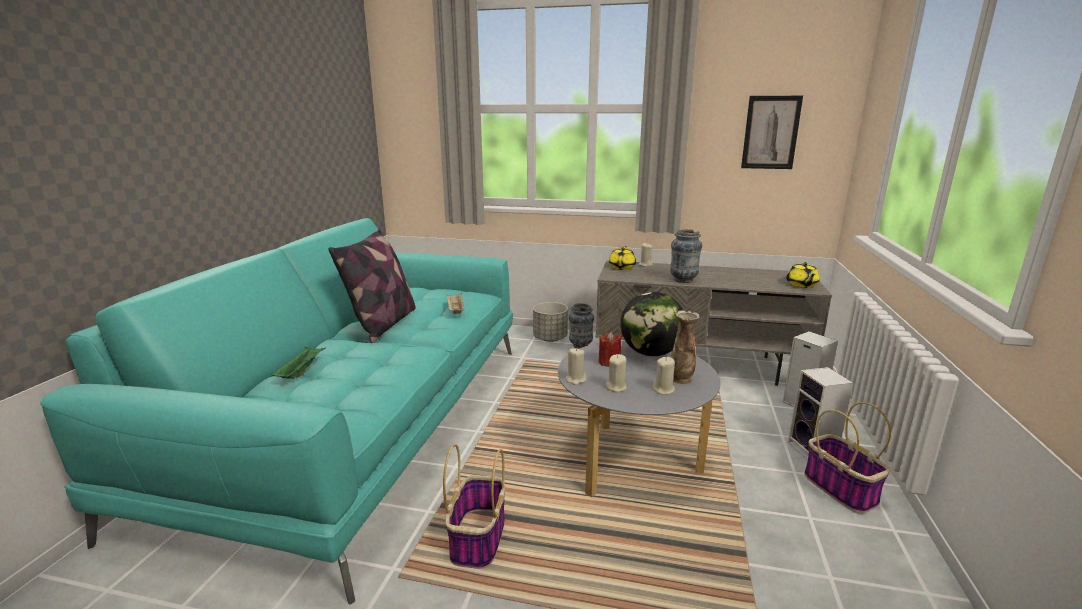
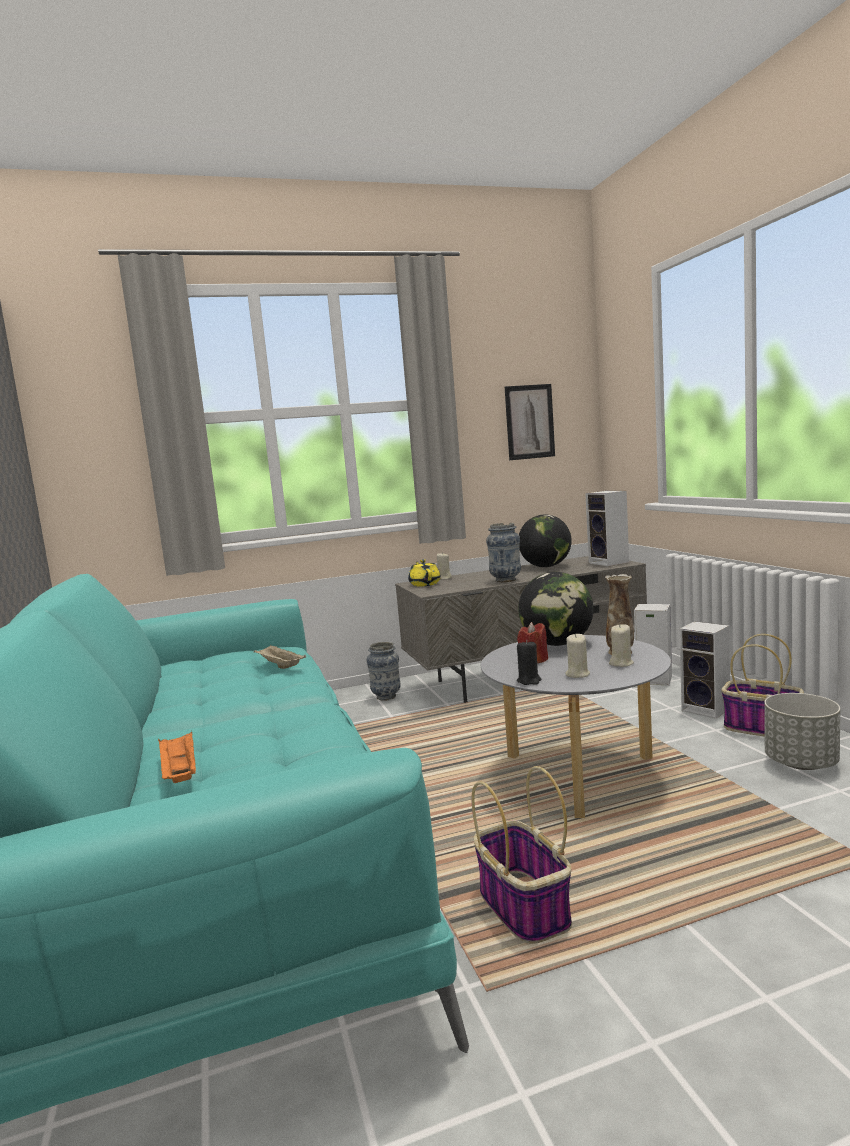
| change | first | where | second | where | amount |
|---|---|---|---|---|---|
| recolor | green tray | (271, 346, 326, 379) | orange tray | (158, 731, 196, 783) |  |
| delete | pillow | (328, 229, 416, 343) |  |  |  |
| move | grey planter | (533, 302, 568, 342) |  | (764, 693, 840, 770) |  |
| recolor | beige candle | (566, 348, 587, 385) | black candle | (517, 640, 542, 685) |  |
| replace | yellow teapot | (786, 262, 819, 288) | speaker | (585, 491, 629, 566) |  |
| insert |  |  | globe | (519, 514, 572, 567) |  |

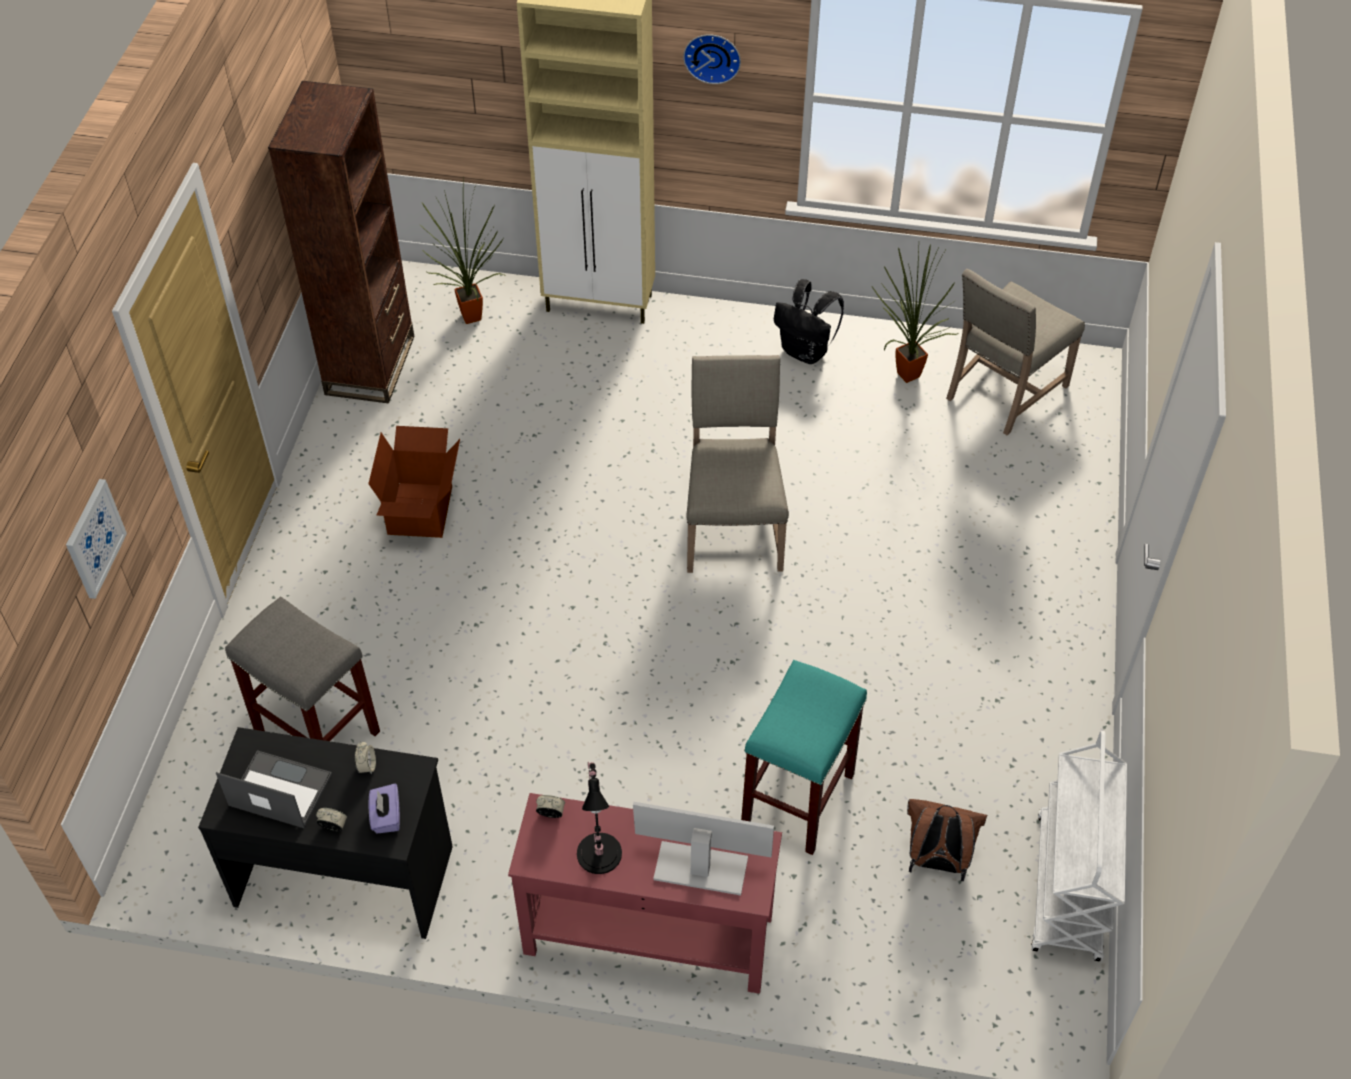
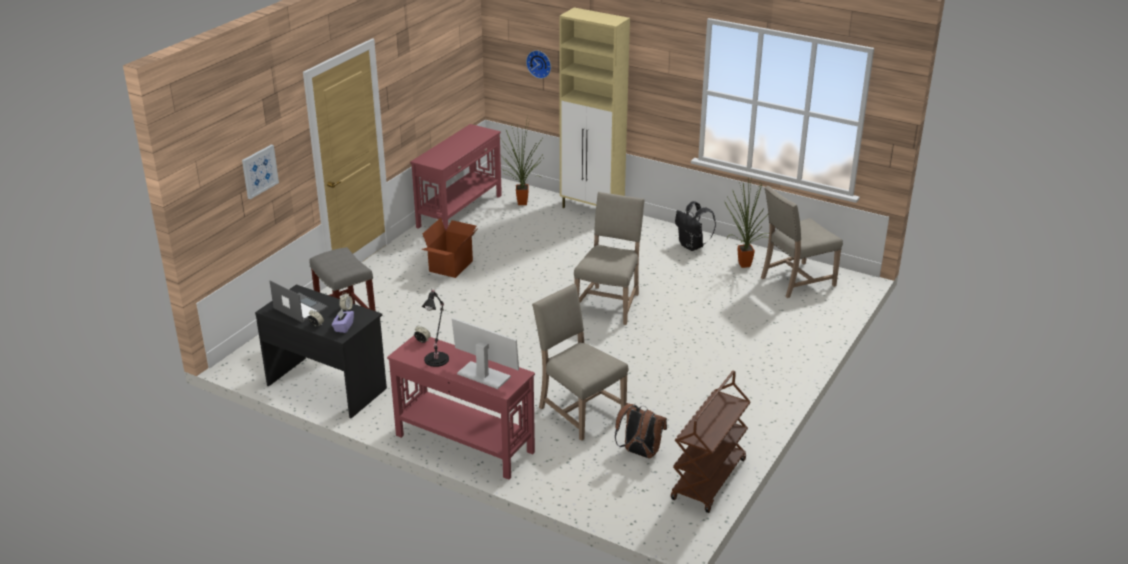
| change | first | where | second | where | amount |
|---|---|---|---|---|---|
| replace | brown bookcase | (268, 81, 414, 404) | red console table | (410, 124, 502, 230) |  |
| move | wall clock | (683, 34, 741, 84) |  | (526, 50, 551, 79) |  |
| replace | turquoise stool | (741, 660, 867, 855) | beige chair | (532, 284, 629, 441) |  |
| recolor | white cart | (1031, 731, 1127, 961) | brown cart | (671, 371, 751, 513) |  |

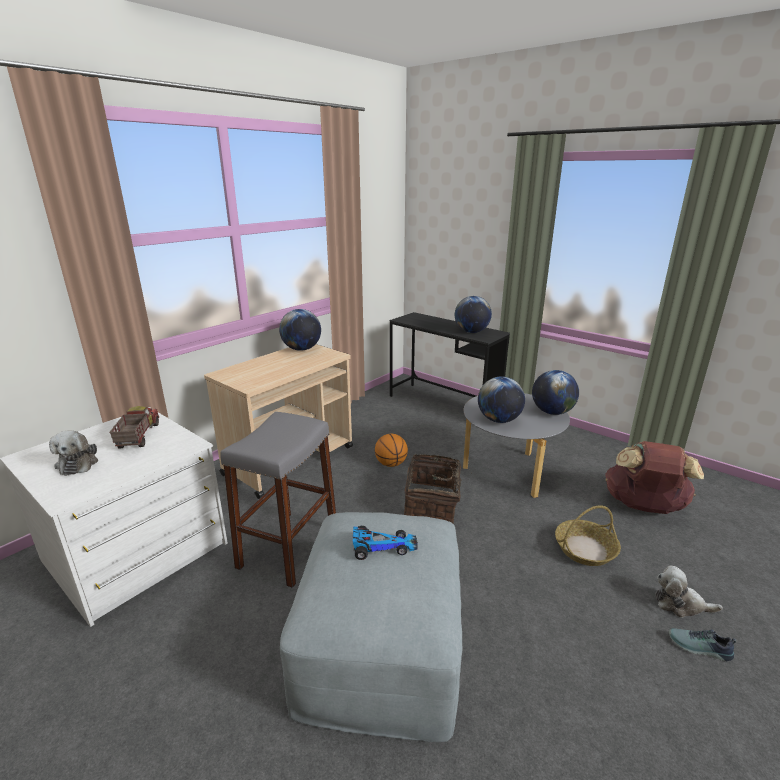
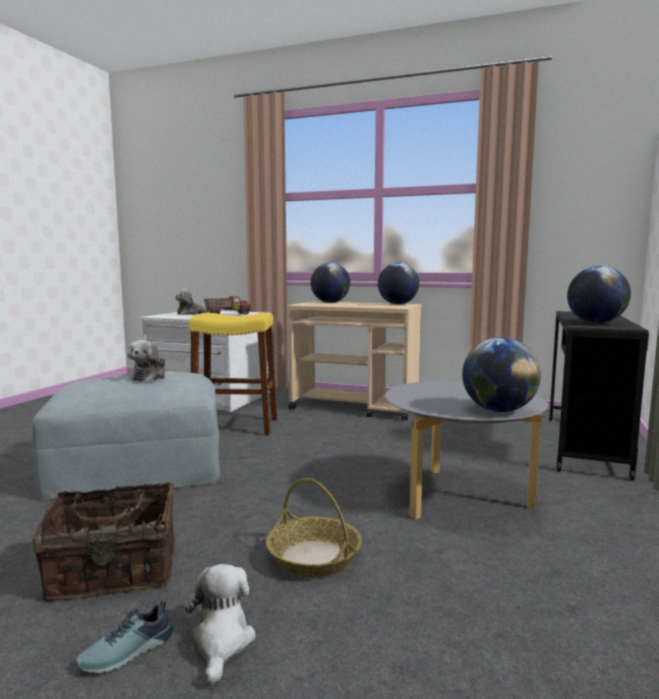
| change | first | where | second | where | amount |
|---|---|---|---|---|---|
| recolor | grey stool | (220, 412, 336, 588) | yellow stool | (189, 313, 277, 436) |  |
| replace | toy car | (352, 526, 418, 560) | plush toy | (128, 340, 165, 381) |  |
| delete | basketball | (375, 434, 408, 467) |  |  |  |
| move | basket | (404, 454, 473, 524) |  | (32, 482, 175, 602) |  |
| move | globe | (478, 376, 525, 423) |  | (311, 263, 350, 303) |  |
| delete | brown backpack | (605, 441, 704, 514) |  |  |  |
| rotate | shoe | (669, 628, 736, 661) |  | (76, 599, 173, 673) | 135 degrees counterclockwise |

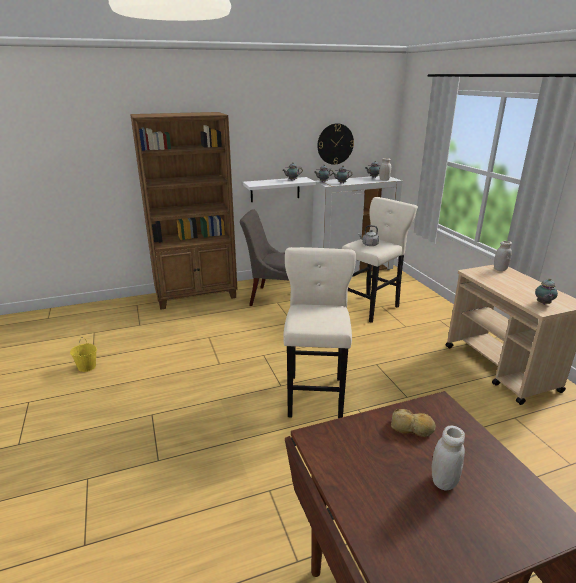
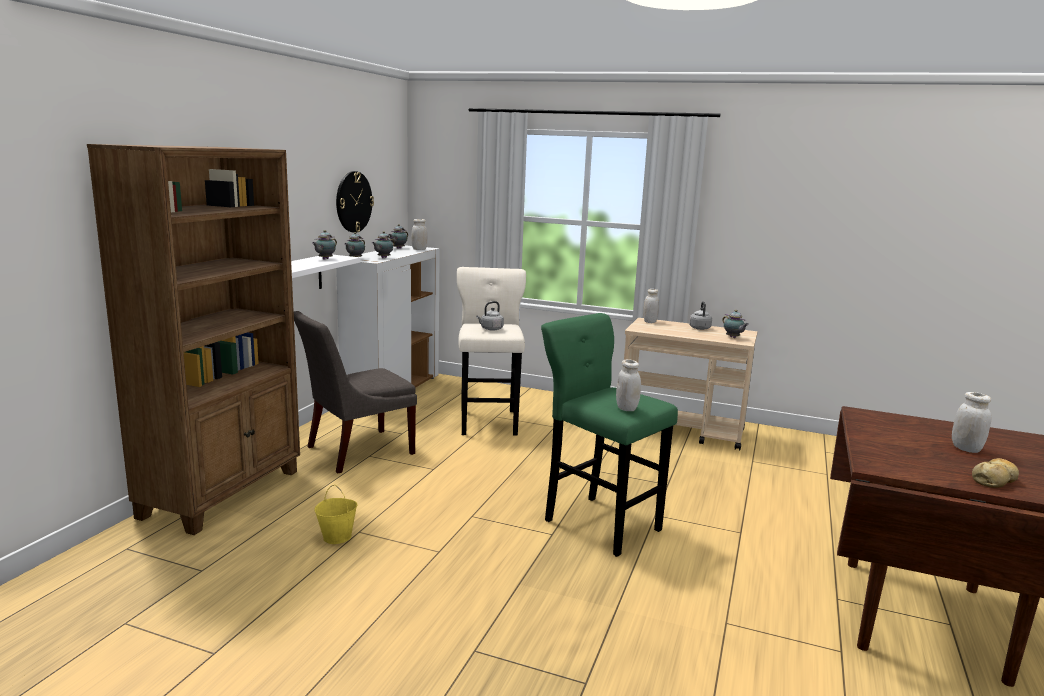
| change | first | where | second | where | amount |
|---|---|---|---|---|---|
| move | yellow bucket | (70, 337, 97, 372) |  | (315, 485, 358, 544) |  |
| recolor | beige stool | (283, 247, 356, 418) | green stool | (541, 313, 678, 557) |  |
| move | bread | (391, 409, 436, 437) |  | (972, 458, 1019, 488) |  |
| insert |  |  | white jar | (616, 359, 641, 411) |  |
| insert |  |  | grey kettle | (689, 301, 712, 330) |  |

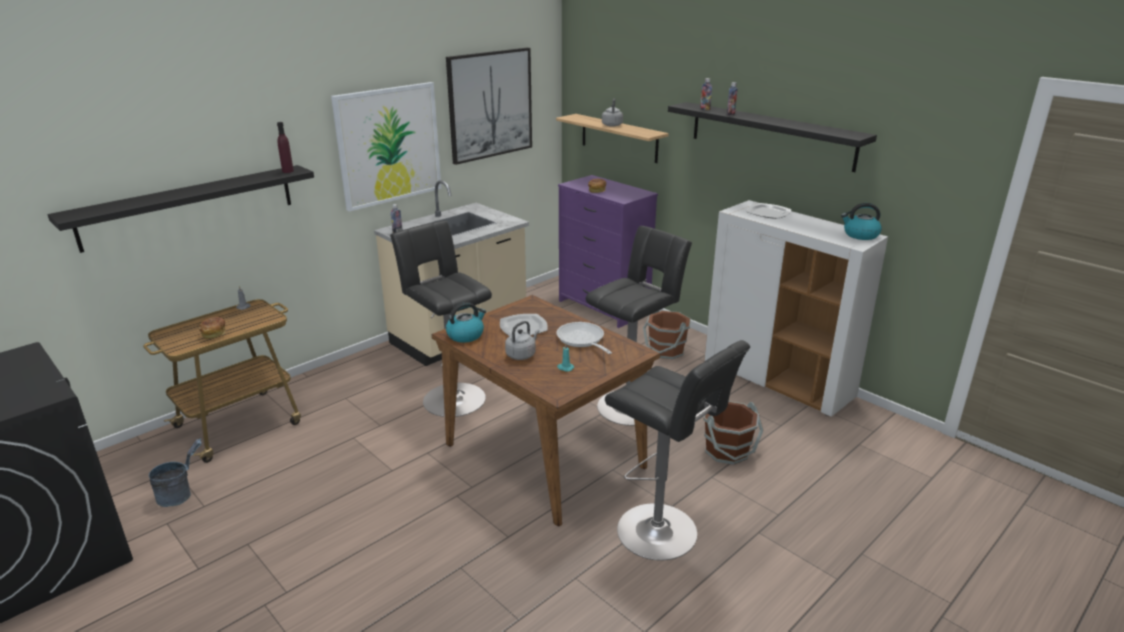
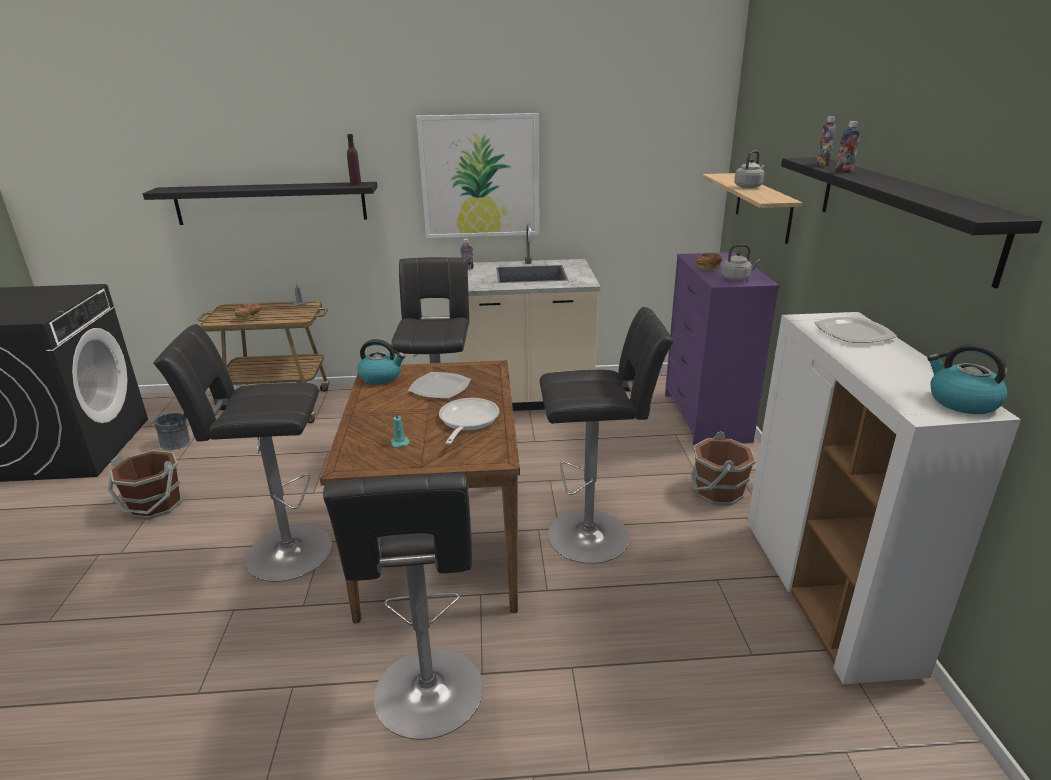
| change | first | where | second | where | amount |
|---|---|---|---|---|---|
| delete | picture | (446, 48, 532, 165) |  |  |  |
| move | grey kettle | (505, 321, 539, 360) |  | (721, 244, 760, 281) |  |
| move | brown bucket | (703, 401, 764, 465) |  | (108, 450, 182, 520) |  |
| insert |  |  | black stool | (153, 324, 332, 582) |  |

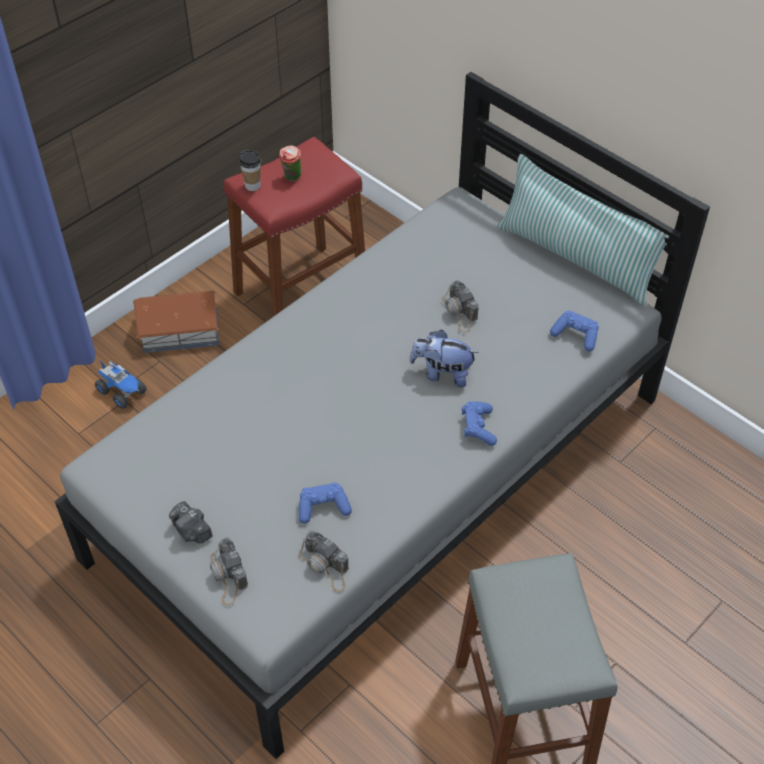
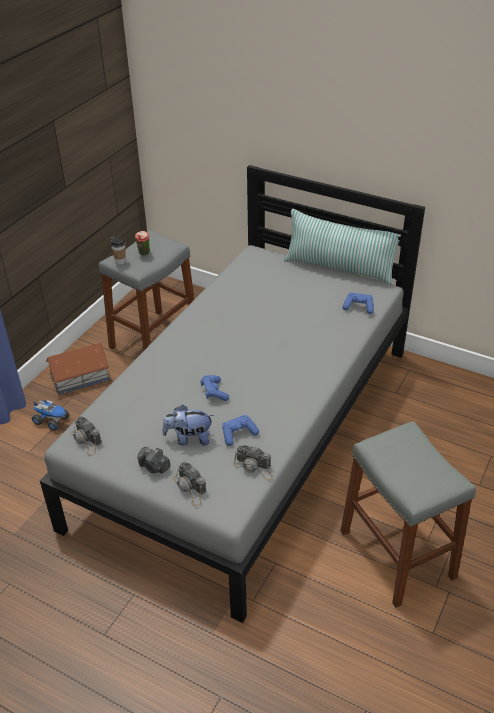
| change | first | where | second | where | amount |
|---|---|---|---|---|---|
| recolor | red stool | (224, 137, 365, 317) | grey stool | (99, 230, 194, 350) |  |
| move | plush toy | (409, 330, 479, 388) |  | (162, 405, 214, 445) |  |
| move | photo camera | (442, 280, 479, 333) |  | (71, 416, 102, 456) |  |
| move | blue game controller | (462, 401, 497, 446) |  | (200, 375, 229, 401) |  |

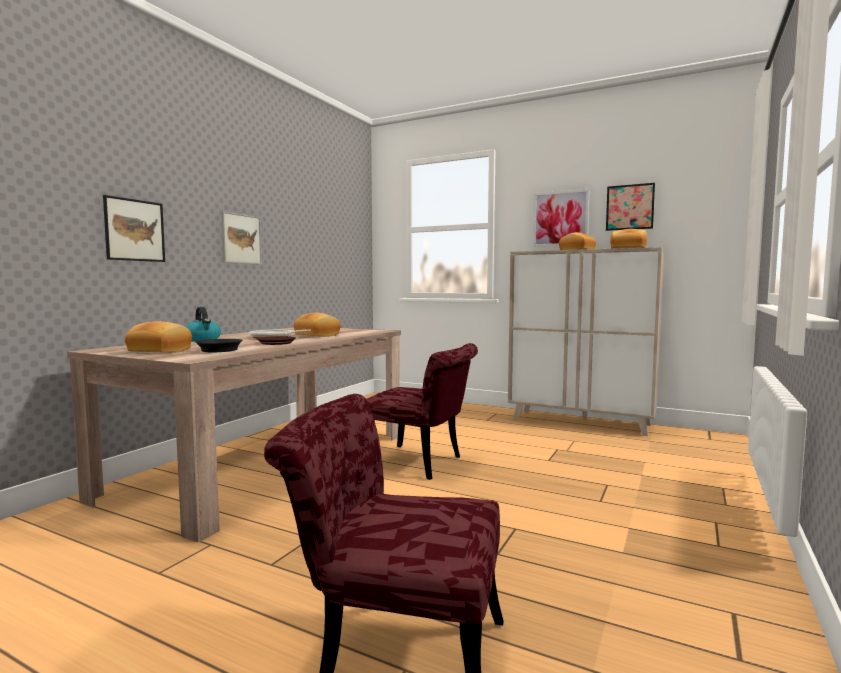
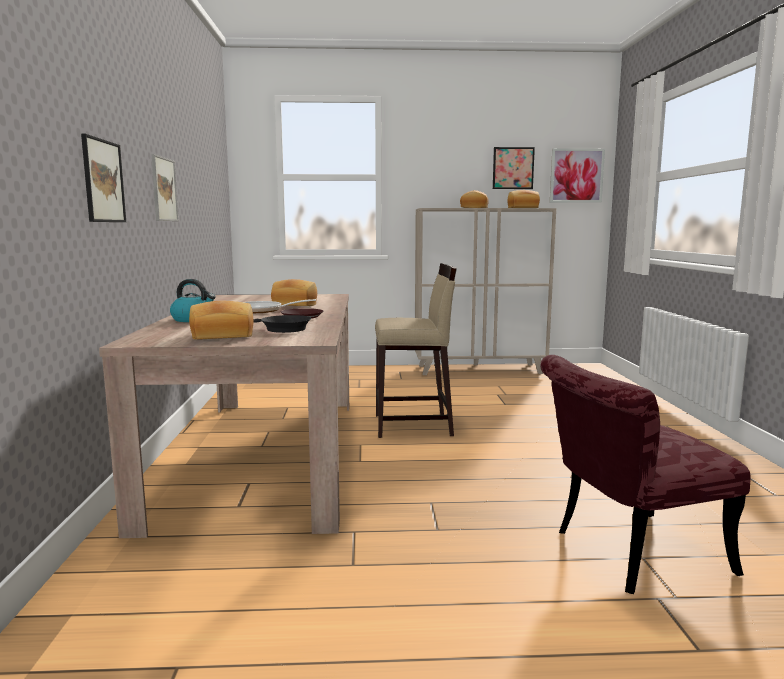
| change | first | where | second | where | amount |
|---|---|---|---|---|---|
| replace | red chair | (367, 343, 478, 480) | beige stool | (375, 263, 457, 438) |  |
| move | picture | (533, 189, 590, 247) |  | (550, 148, 605, 203) |  |

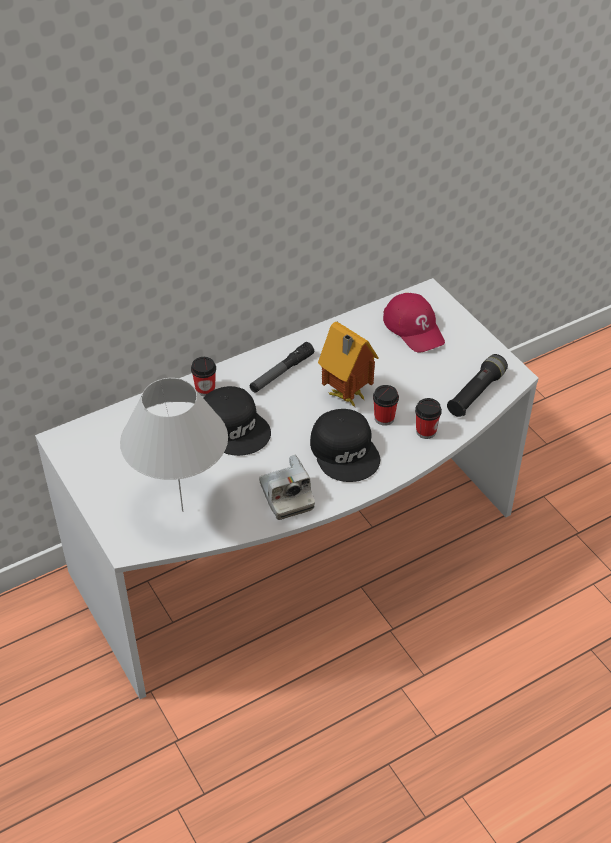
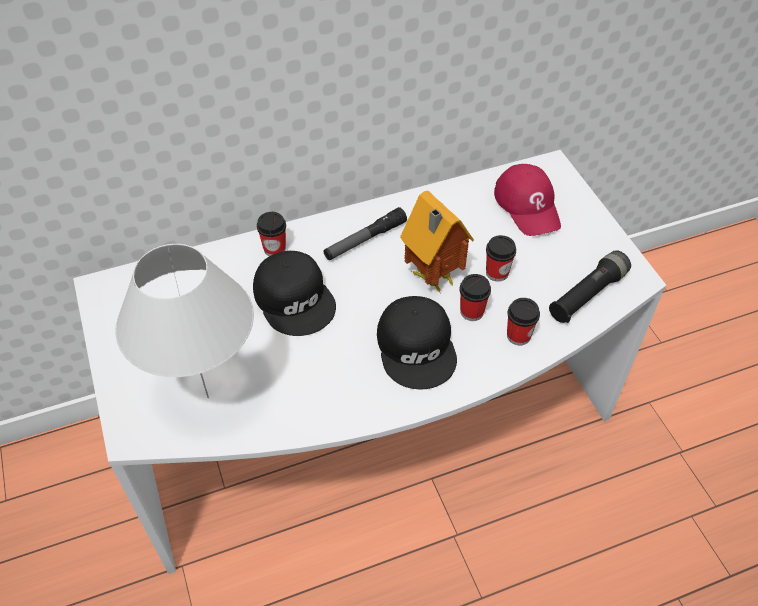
| change | first | where | second | where | amount |
|---|---|---|---|---|---|
| delete | photo camera | (259, 455, 315, 520) |  |  |  |
| insert |  |  | cup | (486, 235, 516, 282) |  |

